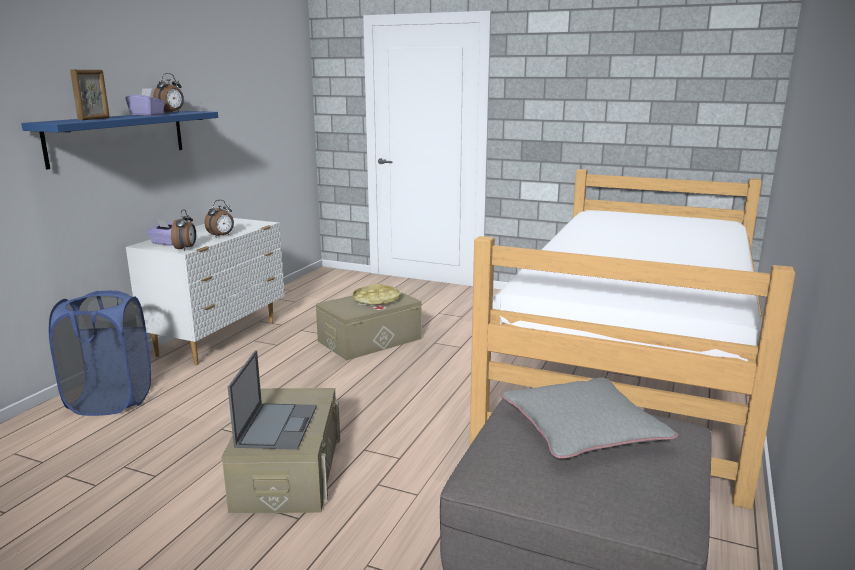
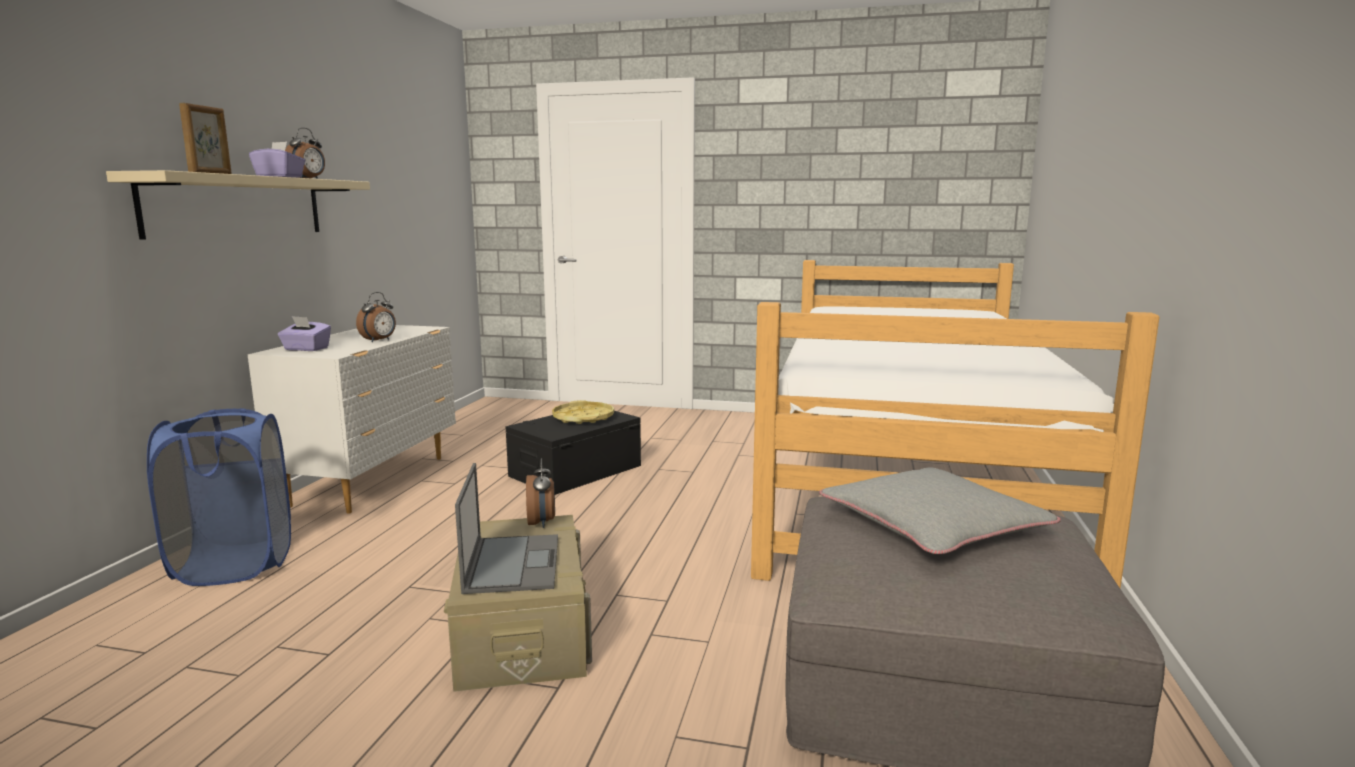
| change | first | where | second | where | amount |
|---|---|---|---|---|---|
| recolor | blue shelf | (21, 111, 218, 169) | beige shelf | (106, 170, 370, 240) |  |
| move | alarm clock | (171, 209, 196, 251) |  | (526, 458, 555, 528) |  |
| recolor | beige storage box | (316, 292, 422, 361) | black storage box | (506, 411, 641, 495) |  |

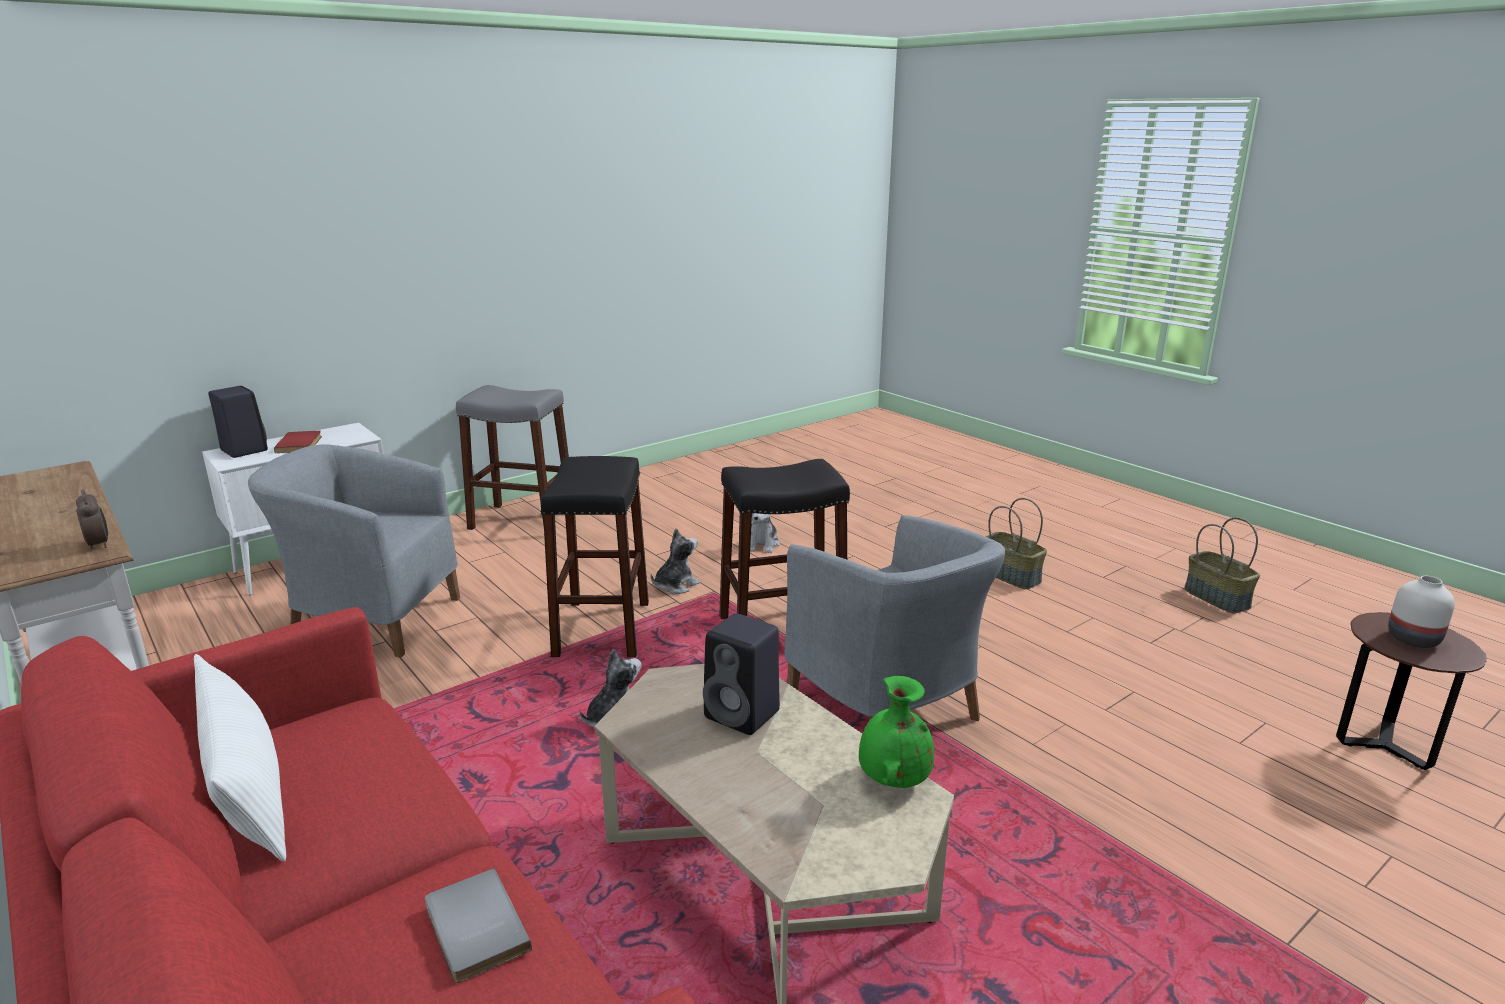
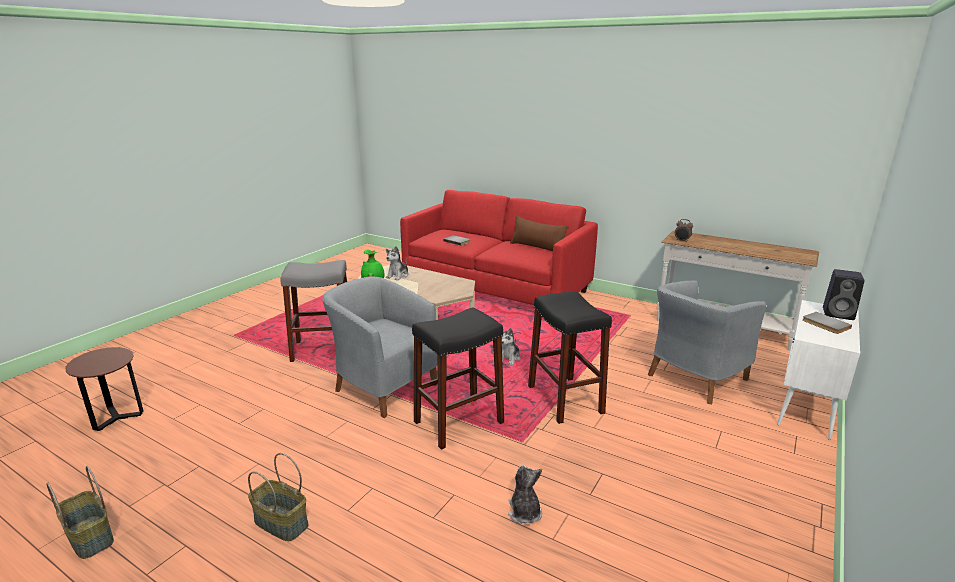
| change | first | where | second | where | amount |
|---|---|---|---|---|---|
| recolor | white pillow | (194, 654, 286, 862) | brown pillow | (510, 215, 569, 251) |  |
| rotate | grey armchair | (248, 444, 460, 657) |  | (648, 281, 766, 404) | 150 degrees clockwise |
| recolor | red book | (274, 431, 322, 453) | grey book | (802, 312, 852, 334) |  |
| move | grey stool | (456, 385, 569, 530) |  | (280, 260, 347, 362) |  |
| move | plush toy | (651, 528, 700, 594) |  | (386, 246, 409, 280) |  |
| delete | black speaker | (703, 613, 780, 735) |  |  |  |
| delete | white vase | (1388, 576, 1455, 648) |  |  |  |

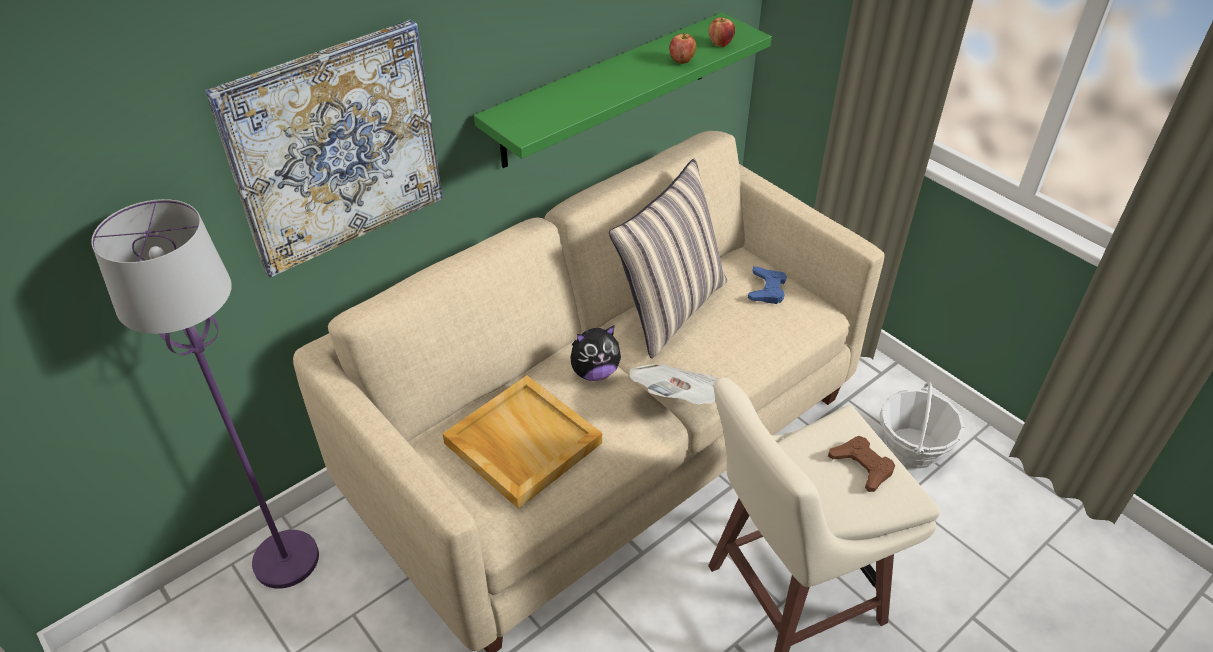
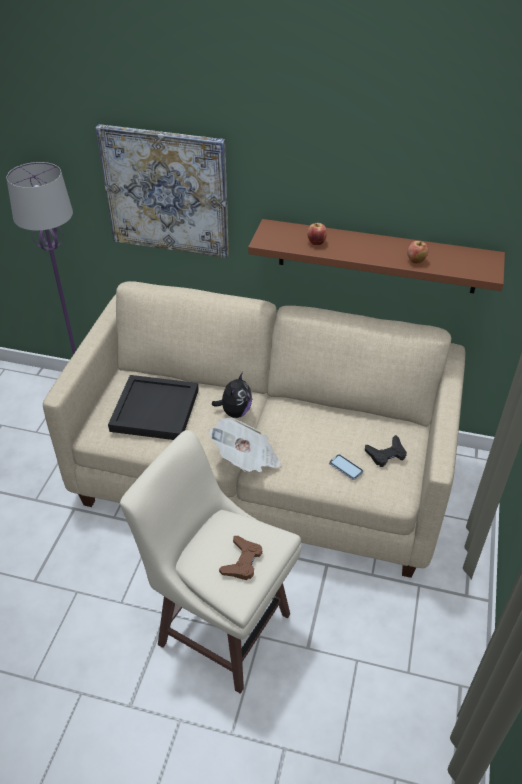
| change | first | where | second | where | amount |
|---|---|---|---|---|---|
| recolor | beige tray | (443, 375, 602, 509) | black tray | (108, 375, 199, 440) |  |
| recolor | green shelf | (474, 13, 772, 168) | brown shelf | (248, 219, 505, 293) |  |
| rotate | plush toy | (570, 325, 621, 381) |  | (212, 372, 252, 418) | 105 degrees counterclockwise |
| delete | pillow | (609, 159, 727, 359) |  |  |  |
| move | apple | (709, 17, 735, 47) |  | (307, 223, 327, 245) |  |
| recolor | blue game controller | (748, 266, 787, 304) | black game controller | (365, 435, 407, 467) |  |
| delete | basket | (880, 381, 964, 469) |  |  |  |
| insert |  |  | phone | (329, 454, 363, 480) |  |

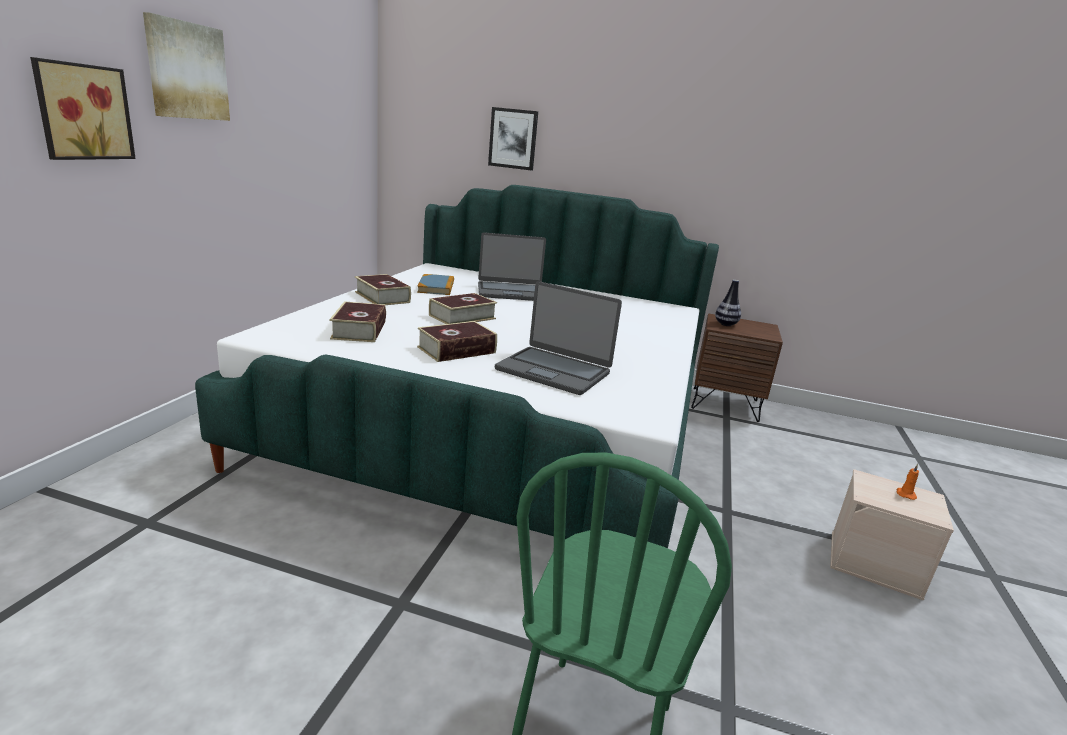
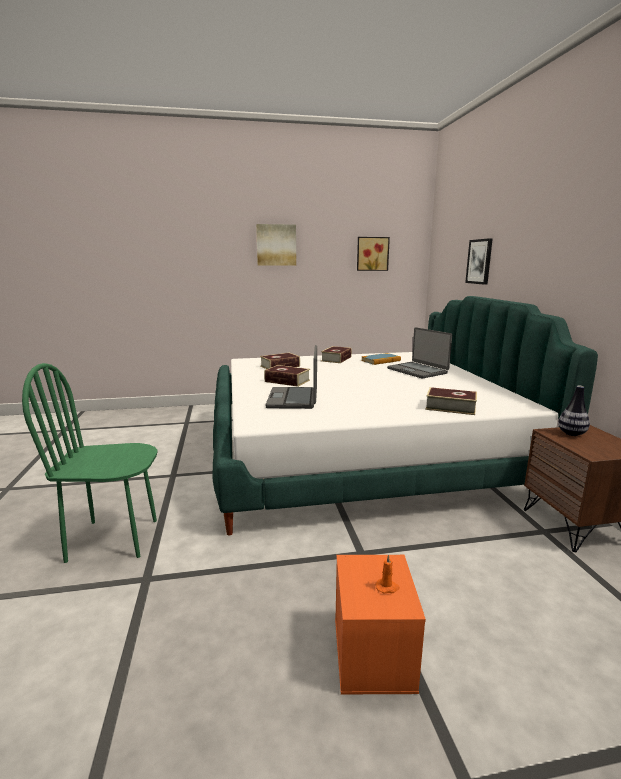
| change | first | where | second | where | amount |
|---|---|---|---|---|---|
| move | picture | (30, 57, 136, 160) |  | (357, 237, 390, 271) |  |
| move | book | (429, 293, 497, 324) |  | (425, 387, 477, 415) |  |
| recolor | beige storage box | (830, 469, 954, 601) | orange storage box | (335, 555, 426, 694) |  |

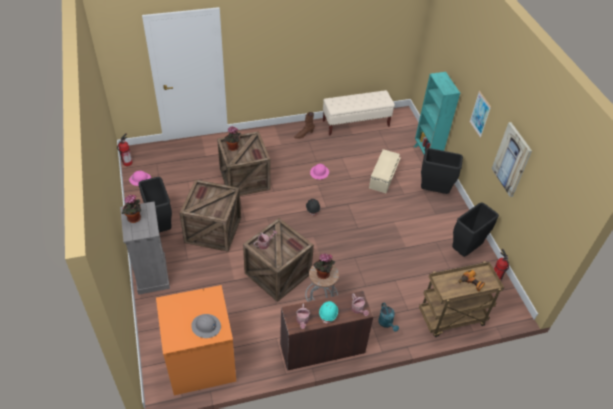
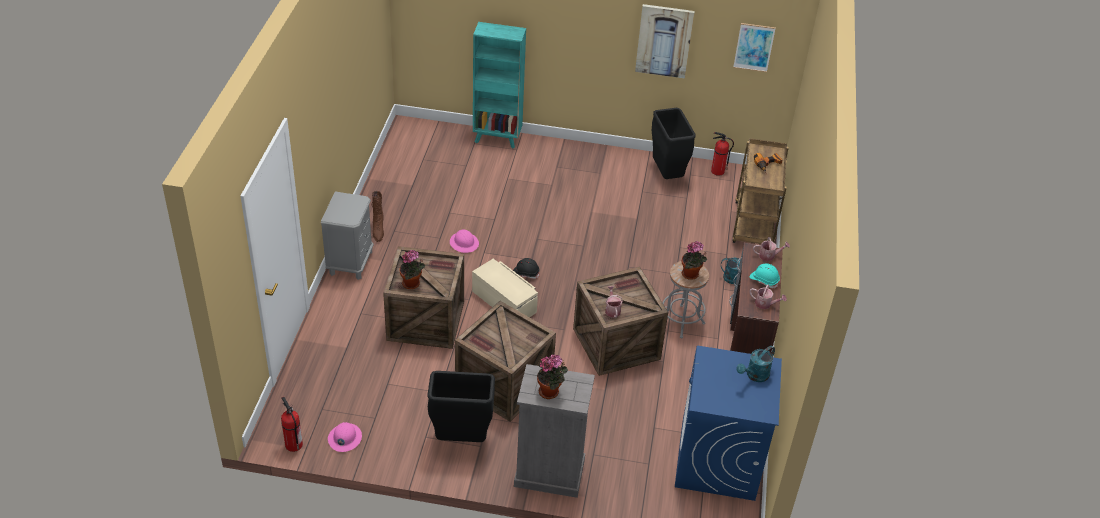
| change | first | where | second | where | amount |
|---|---|---|---|---|---|
| recolor | orange washing machine | (156, 285, 236, 395) | blue washing machine | (675, 346, 782, 501) |  |
| replace | grey hard hat | (191, 314, 221, 338) | turquoise watering can | (736, 346, 775, 382) |  |
| delete | beige bench | (322, 90, 395, 136) |  |  |  |
| move | beige storage box | (369, 149, 401, 193) |  | (472, 259, 538, 317) |  |
| delete | black trash can | (421, 148, 463, 194) |  |  |  |
| move | picture | (469, 91, 491, 138) |  | (733, 23, 776, 72) |  |
| insert |  |  | grey nightstand | (321, 192, 374, 280) |  |

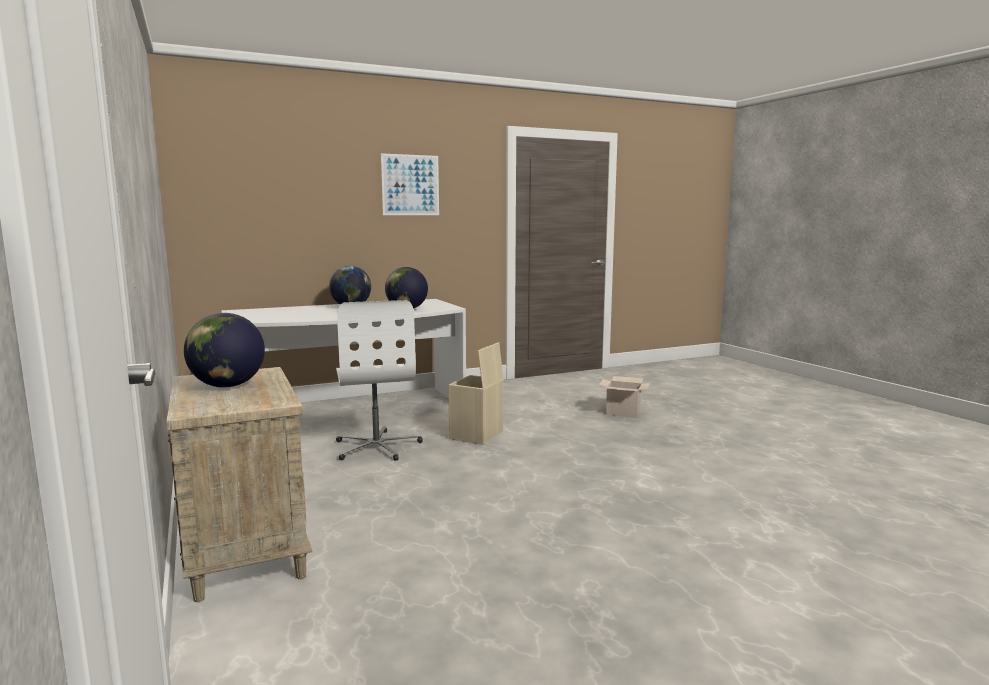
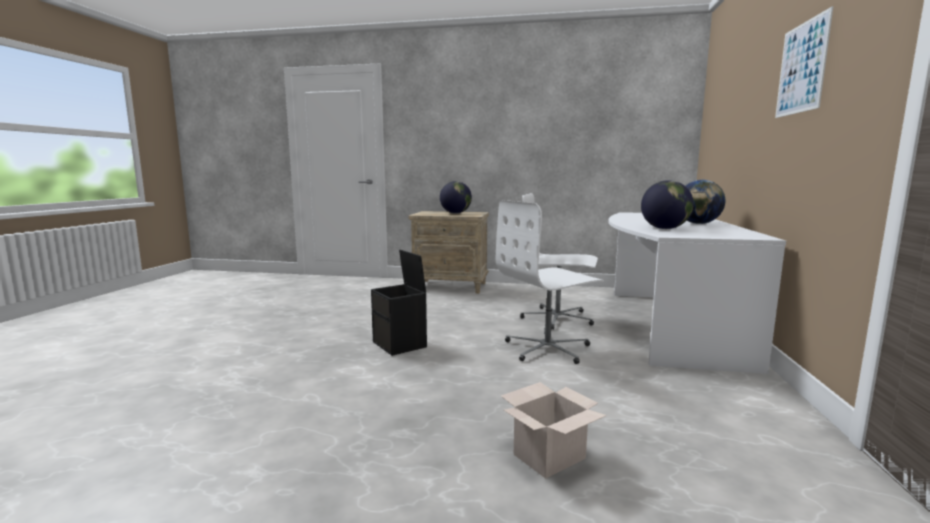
| change | first | where | second | where | amount |
|---|---|---|---|---|---|
| replace | beige storage box | (448, 342, 503, 445) | white office chair | (496, 200, 604, 364) |  |
| insert |  |  | black storage box | (371, 250, 427, 356) |  |

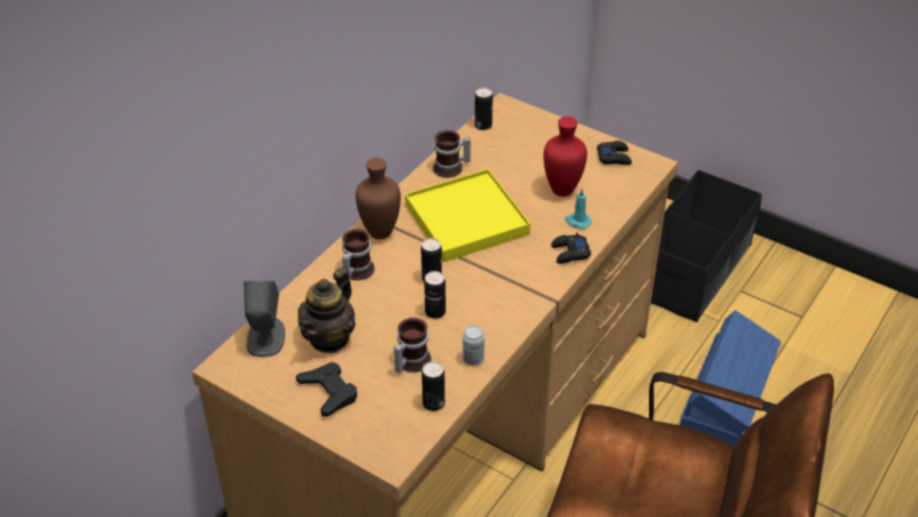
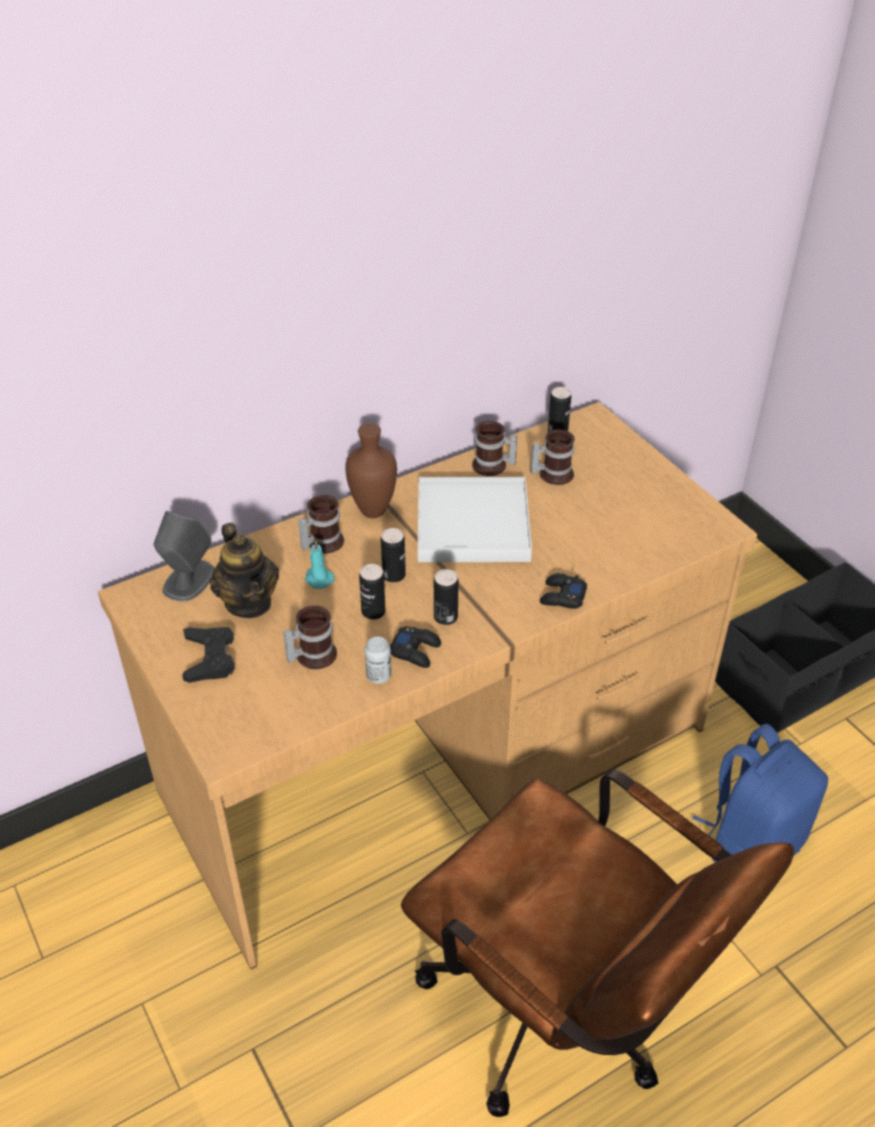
| change | first | where | second | where | amount |
|---|---|---|---|---|---|
| rotate | teapot | (298, 268, 356, 353) |  | (210, 523, 279, 618) | 75 degrees counterclockwise |
| recolor | yellow tray | (405, 169, 531, 262) | white tray | (418, 477, 532, 562) |  |
| move | can | (422, 361, 445, 411) |  | (434, 569, 459, 625) |  |
| delete | red vase | (544, 116, 587, 197) |  |  |  |
| move | turquoise candle | (565, 189, 592, 229) |  | (305, 539, 334, 589) |  |
| move | black game controller | (597, 141, 632, 165) |  | (390, 626, 441, 668) |  |
| replace | blue storage box | (680, 310, 781, 447) | blue backpack | (692, 724, 828, 862) |  |
| insert |  |  | mug | (531, 429, 575, 485) |  |

